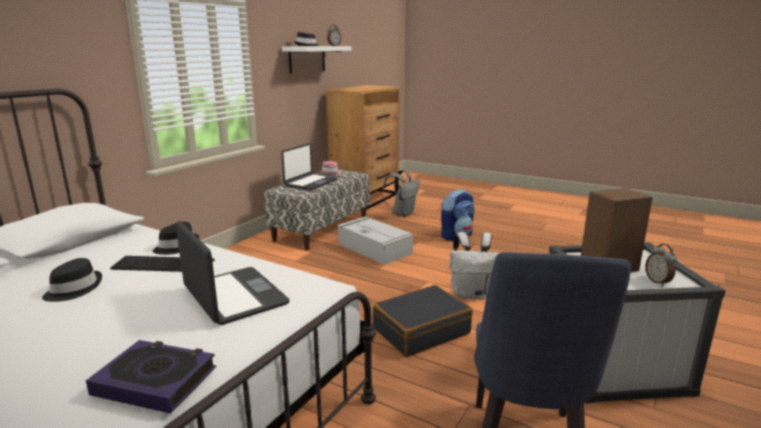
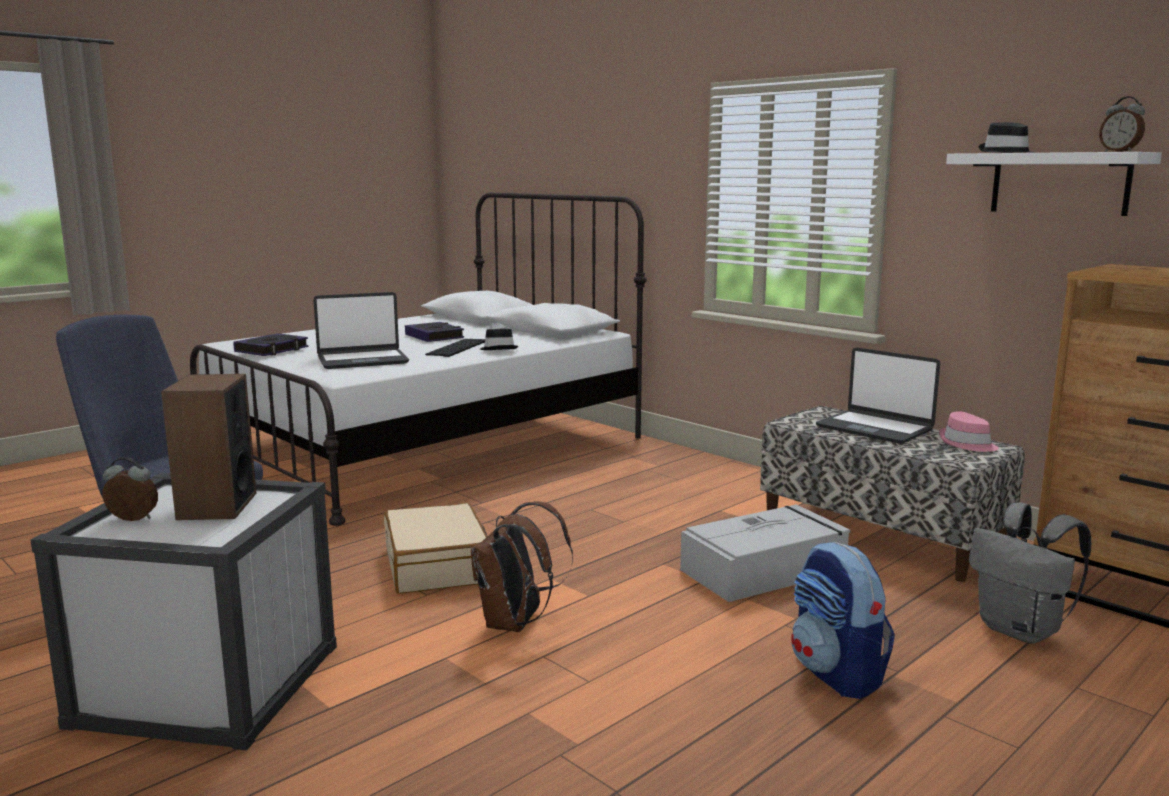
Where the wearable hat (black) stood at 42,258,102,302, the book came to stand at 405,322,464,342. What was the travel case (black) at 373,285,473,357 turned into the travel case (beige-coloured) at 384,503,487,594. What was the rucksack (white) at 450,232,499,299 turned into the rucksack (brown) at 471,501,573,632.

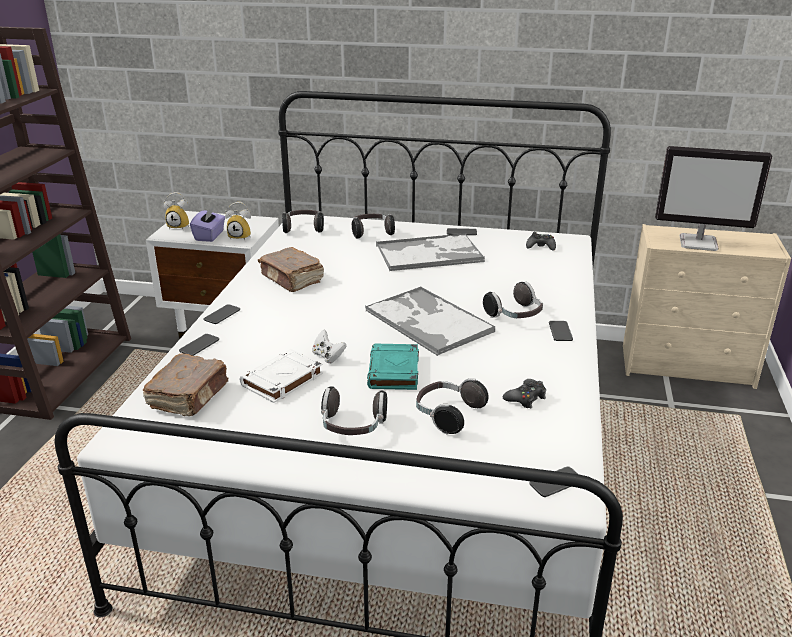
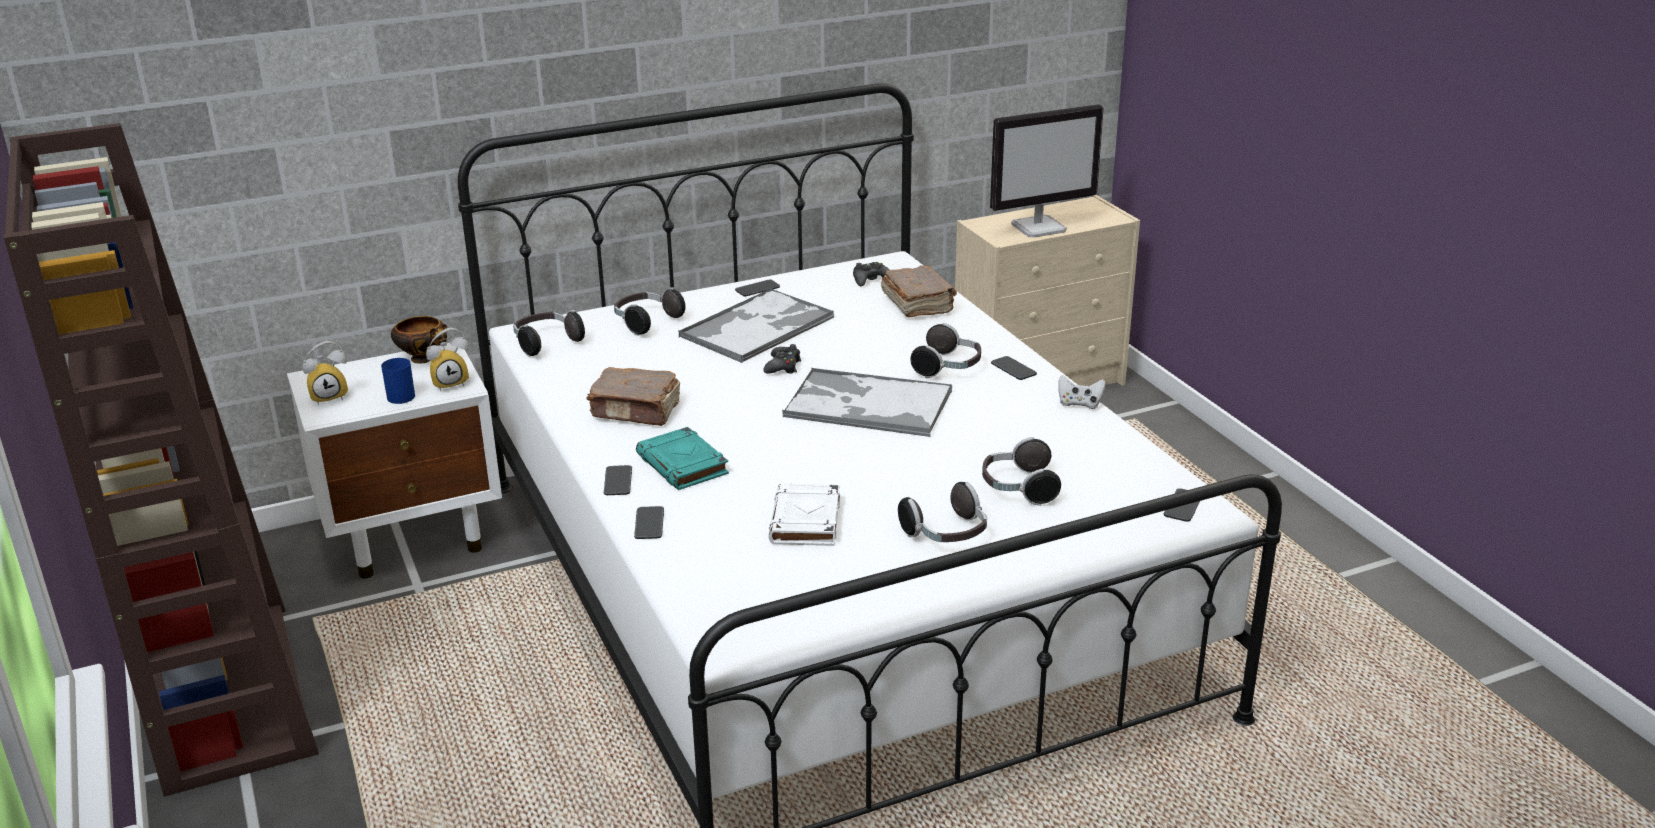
The second view gained the bowl at 391,316,447,364. The book (brown) ended up elsewhere, having gone from 142,353,228,416 to 881,265,957,317. The game controller (white) ended up elsewhere, having gone from 312,330,346,363 to 1058,375,1105,409. The book (turquoise-coloured) ended up elsewhere, having gone from 367,344,419,390 to 636,427,729,490. The game controller (black) ended up elsewhere, having gone from 503,379,546,408 to 763,344,801,374. Where the box of tissues (purple) stood at 190,207,225,242, the coffee mug (blue-coloured) came to stand at 381,358,415,404.

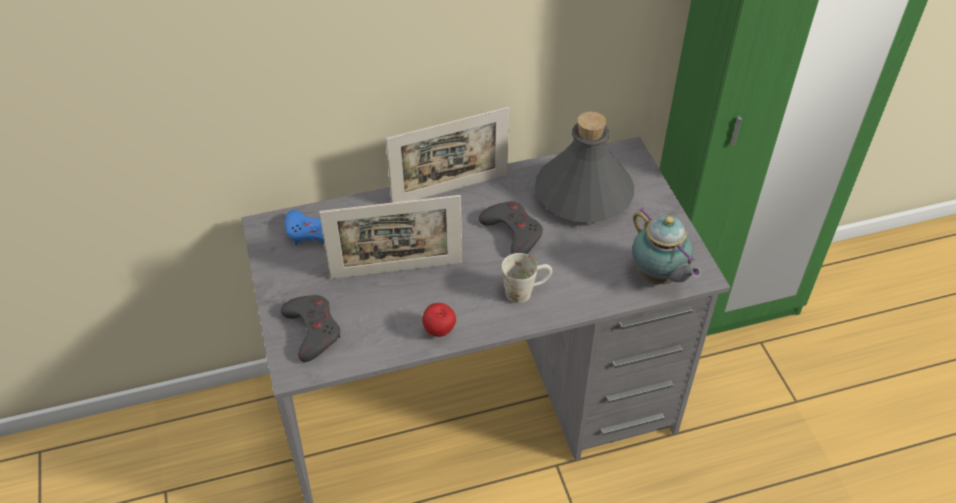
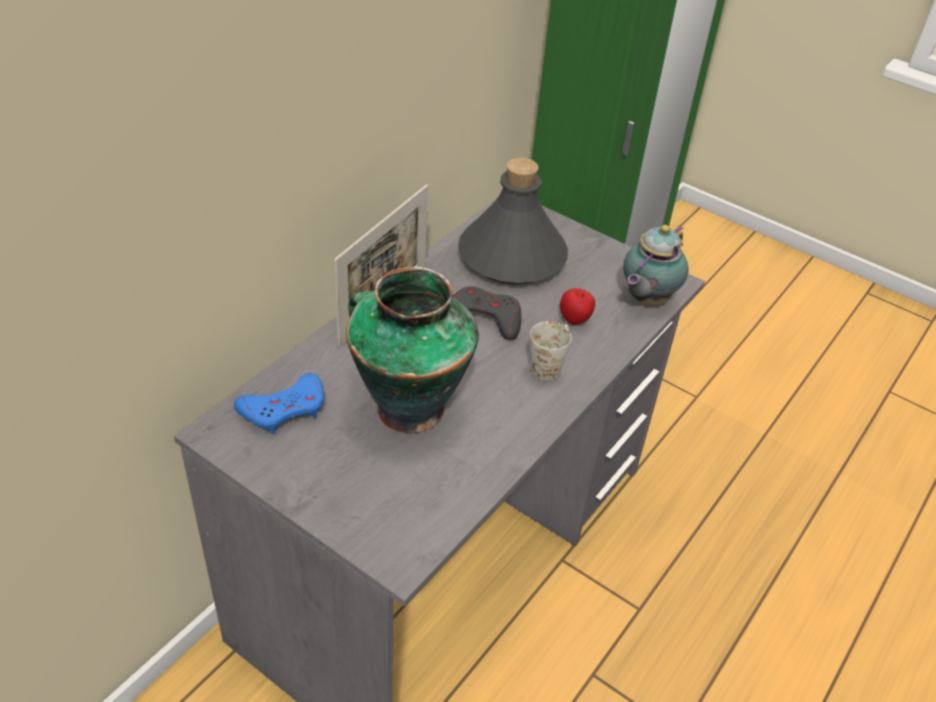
The second view lost the game controller (greyish) at 281,295,340,362. The whole apple ended up elsewhere, having gone from 422,303,456,337 to 560,288,595,325. Where the standing frame stood at 319,195,462,279, the vase came to stand at 346,267,479,433. The pot for tea at 632,208,701,285 ended up facing another way, 105 degrees clockwise from before.

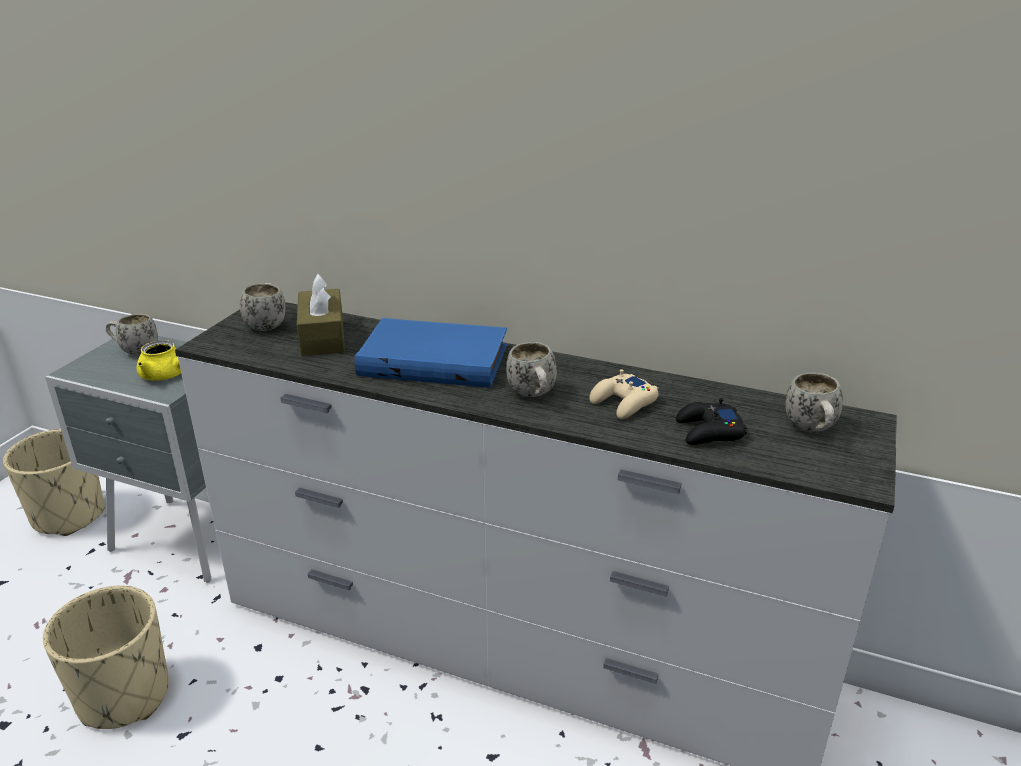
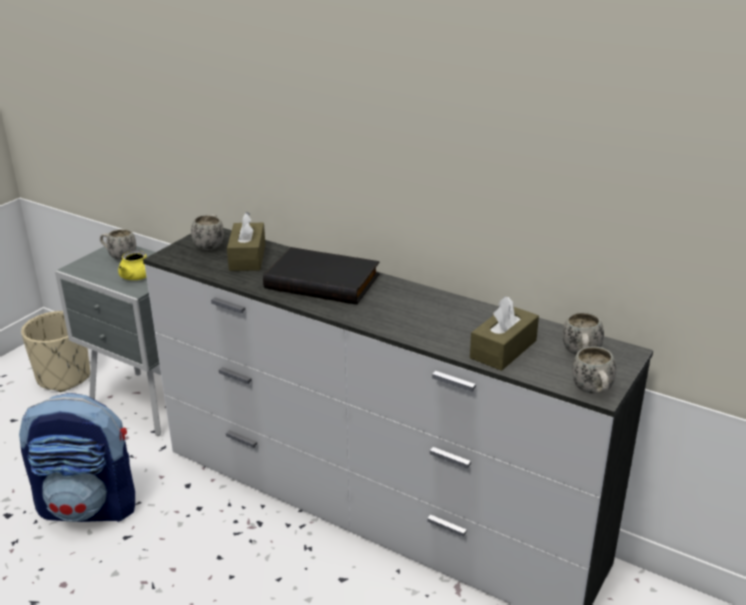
The second view lost the game controller (beige-coloured) at 589,369,659,419. The coffee mug (white) ended up elsewhere, having gone from 506,342,557,397 to 572,346,616,394. Where the plant pot (beige-coloured) stood at 43,586,169,729, the rucksack came to stand at 19,393,135,522. Where the game controller (black) stood at 676,398,747,445, the box of tissues (brown) came to stand at 470,296,539,371. What was the book (blue-coloured) at 355,318,507,388 turned into the book (black) at 263,247,380,305.

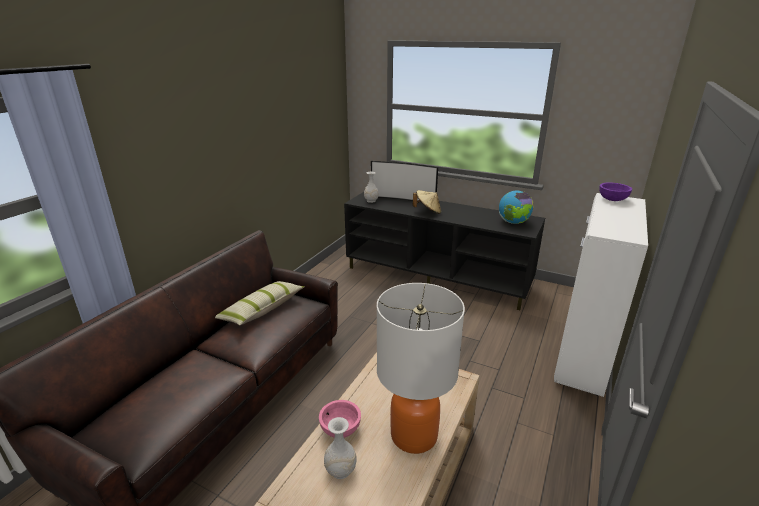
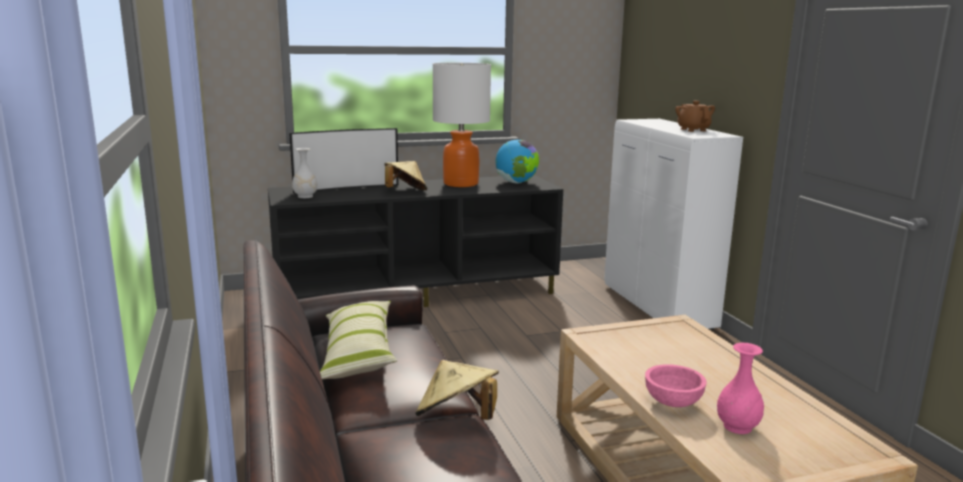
The second view lost the bowl (purple) at 599,183,632,201. The second view gained the wearable hat (beige-coloured) at 415,360,499,420. The second view gained the pot for tea (brown) at 675,101,715,132. The lamp for a table ended up elsewhere, having gone from 377,283,465,454 to 433,63,491,187. What was the vase (white) at 324,417,357,479 turned into the vase (pink) at 717,343,764,434.

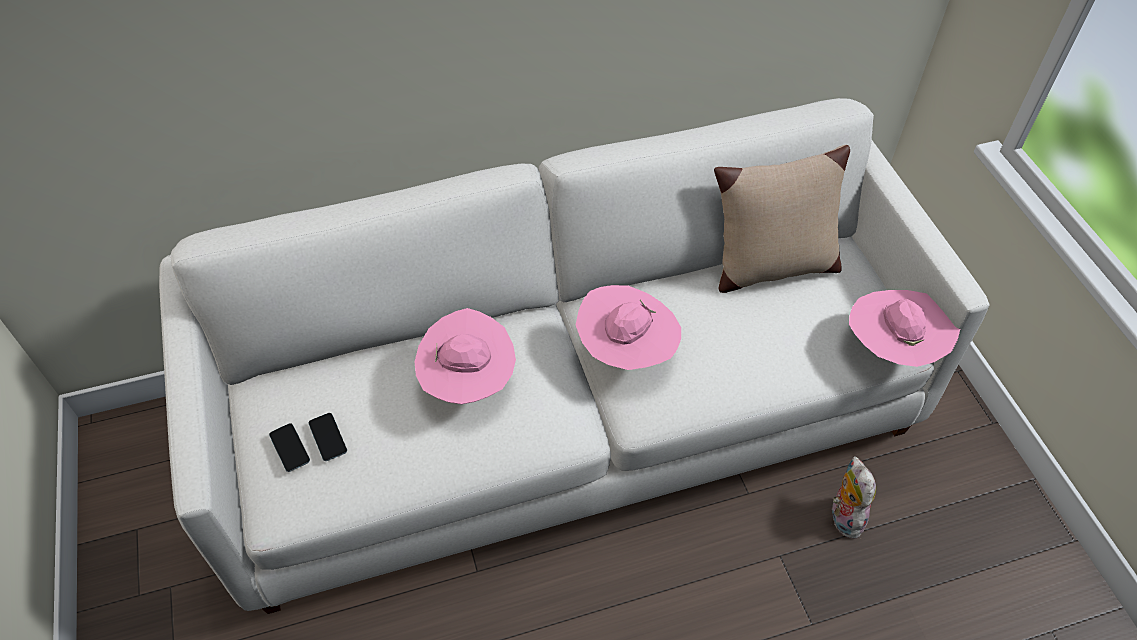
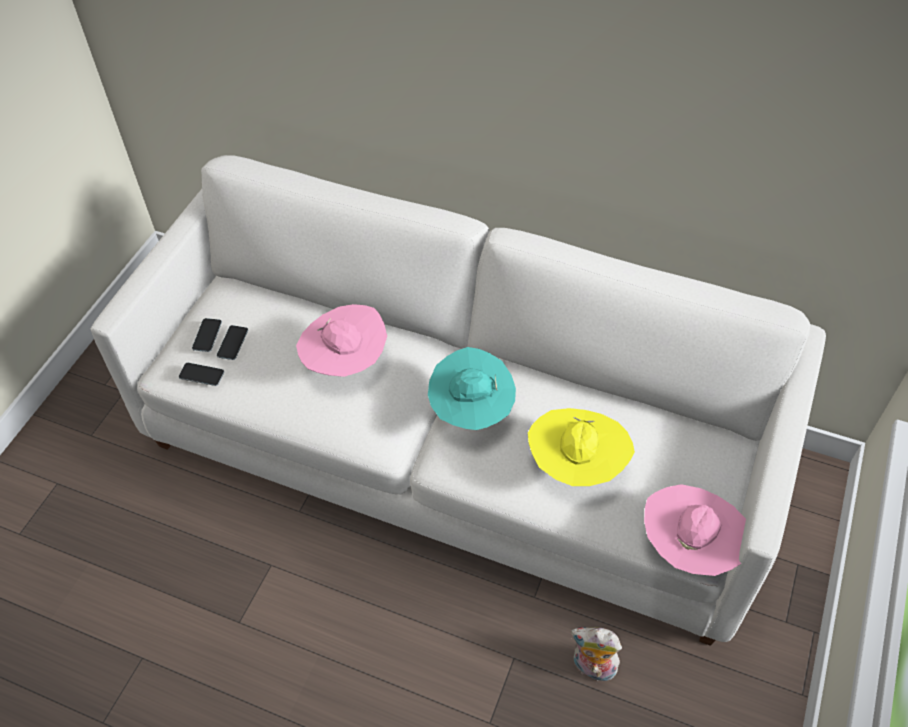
The second view lost the pillow (beige-coloured) at 714,145,850,293. The second view gained the phone at 179,363,224,386. The second view gained the wearable hat (yellow-coloured) at 528,408,635,486. What was the wearable hat (pink) at 576,285,681,370 turned into the wearable hat (turquoise-coloured) at 428,347,516,430. The soft toy at 832,456,876,539 ended up facing another way, 105 degrees counterclockwise from before.

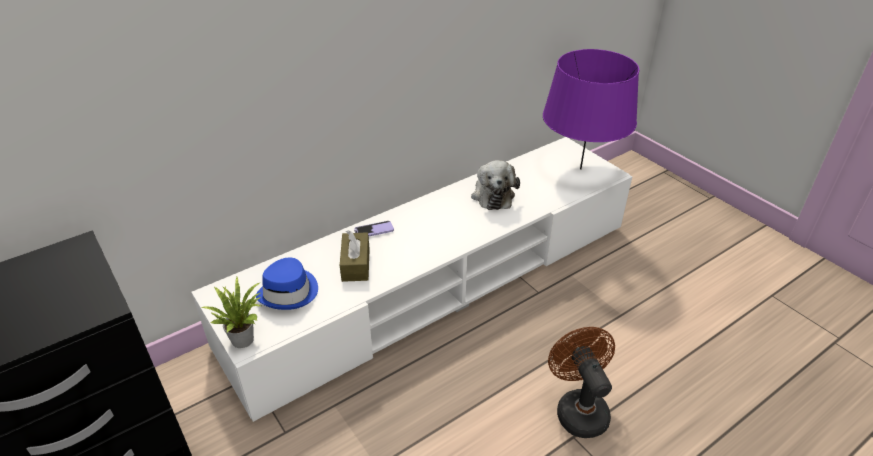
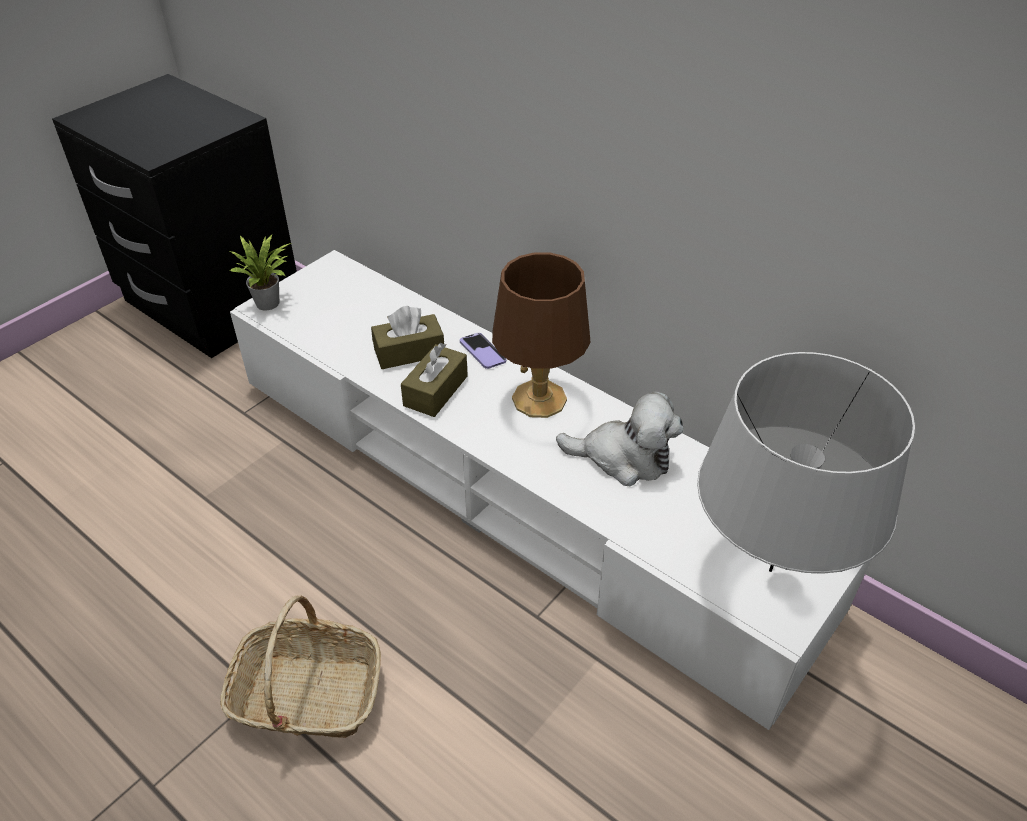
The second view lost the wearable hat (blue-coloured) at 256,258,318,310. The second view gained the box of tissues (brown) at 401,343,468,417. The second view gained the lamp for a table (brown) at 492,252,591,418. Where the cooling fan (brown) stood at 548,327,615,438, the basket came to stand at 220,595,381,738. What was the lamp for a table (purple) at 543,49,639,170 turned into the lamp for a table (greyish) at 697,352,915,574. The soft toy at 471,160,520,210 ended up facing another way, 150 degrees counterclockwise from before.

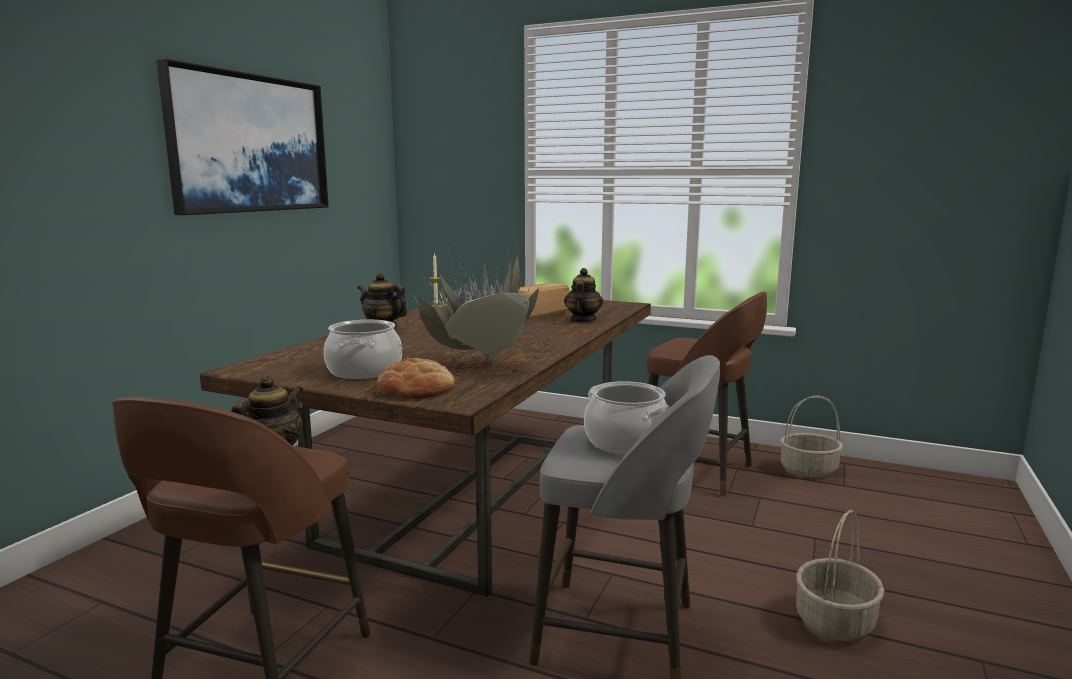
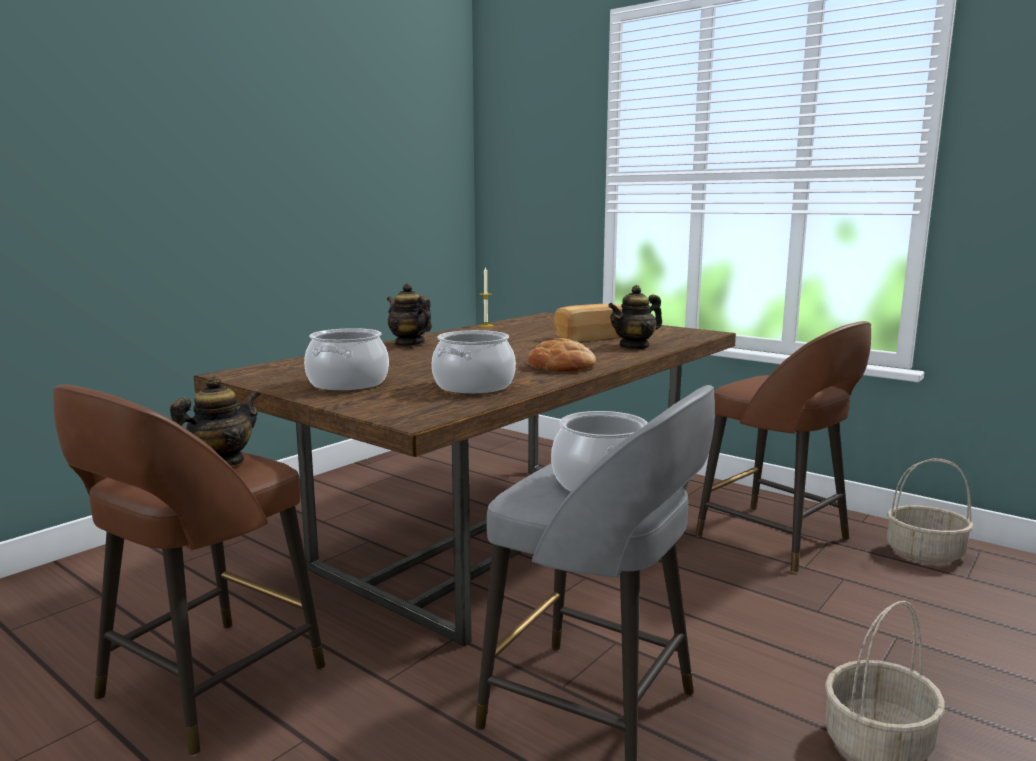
The second view lost the wall art at 156,58,329,215. The bakery bread ended up elsewhere, having gone from 377,358,455,399 to 528,338,596,372. Where the potted plant stood at 413,239,543,363, the cooking pot came to stand at 432,330,516,394. The pot for tea at 564,268,603,322 ended up facing another way, 150 degrees counterclockwise from before.

